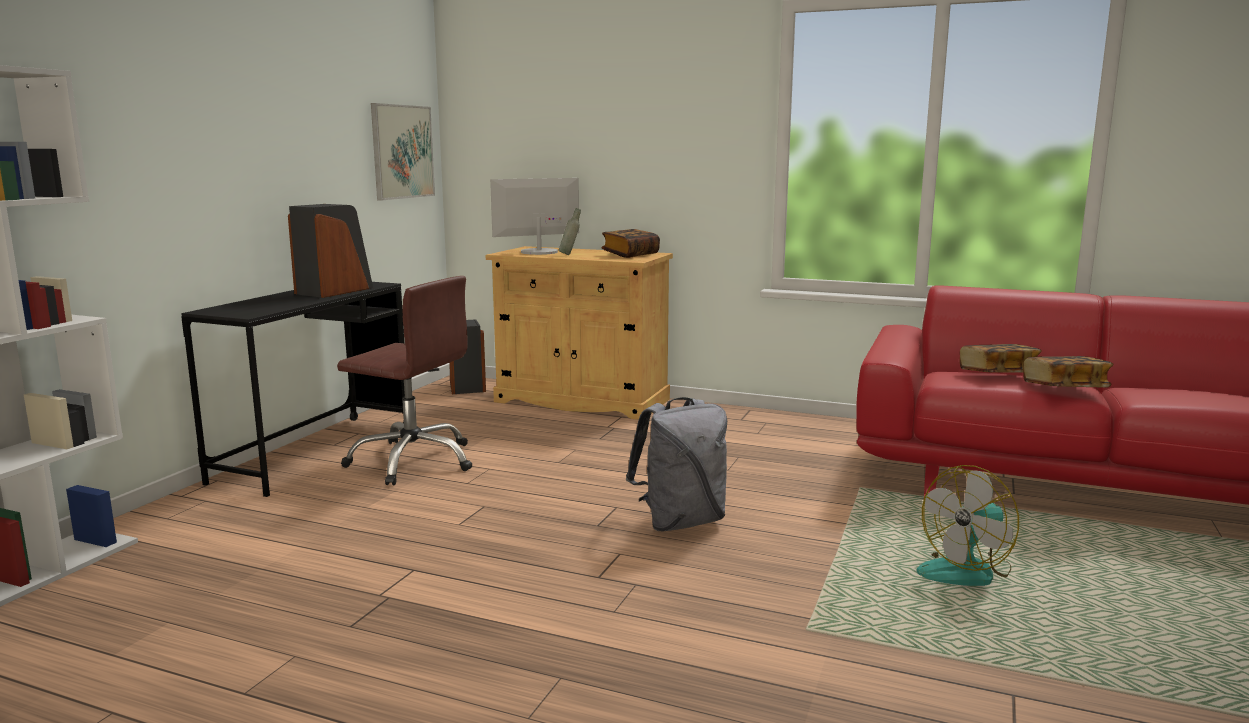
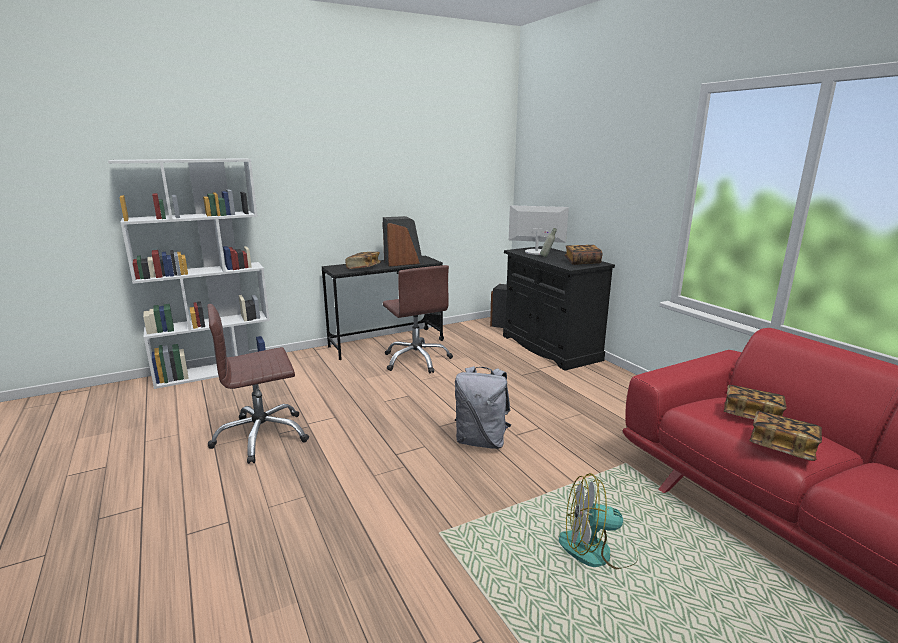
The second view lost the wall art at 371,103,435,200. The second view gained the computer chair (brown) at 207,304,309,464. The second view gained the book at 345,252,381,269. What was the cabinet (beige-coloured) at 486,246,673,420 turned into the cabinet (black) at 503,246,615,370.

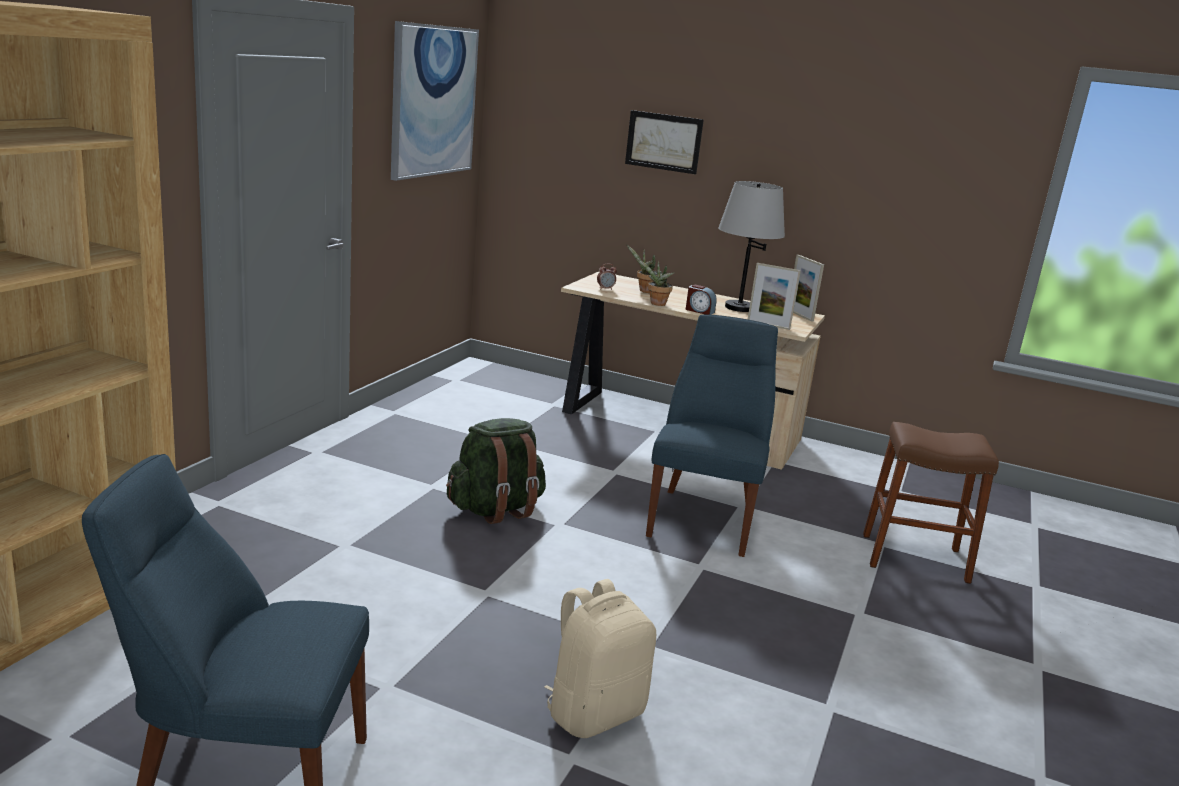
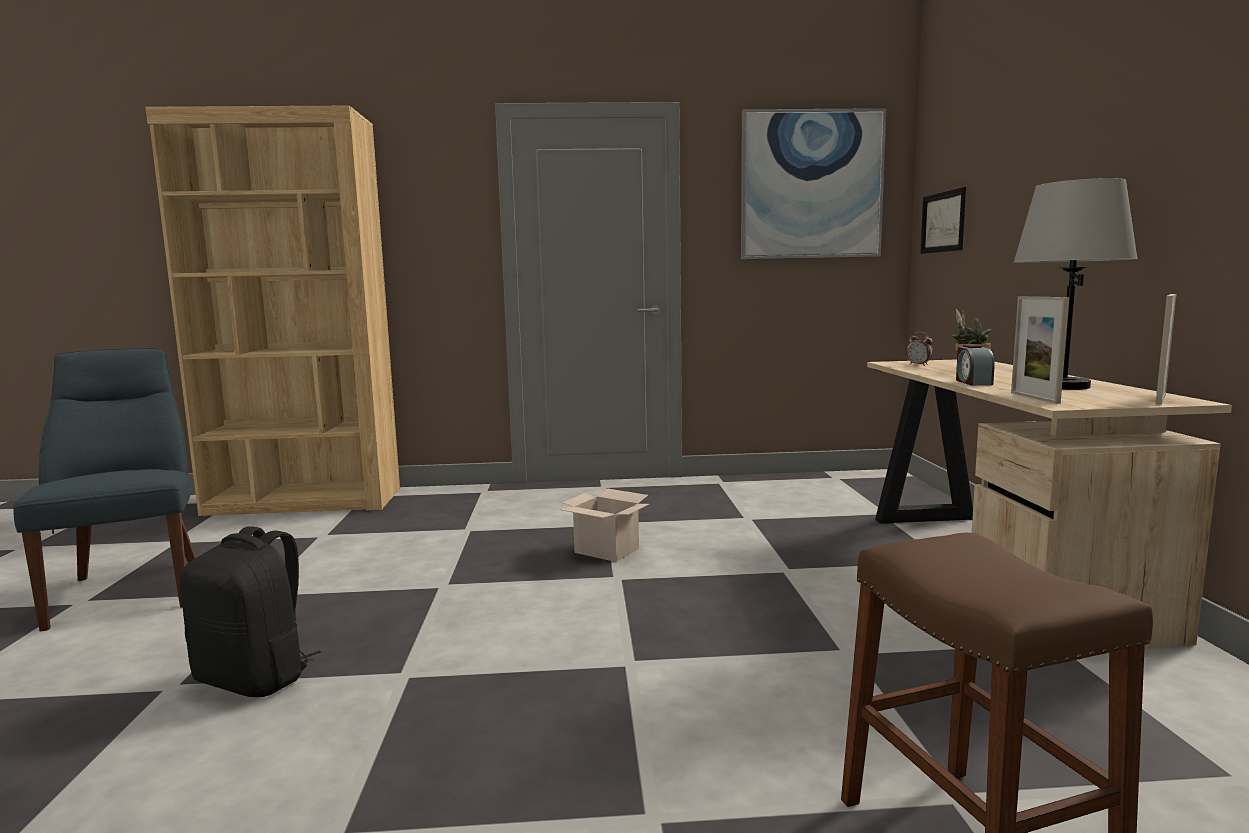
The second view lost the potted plant at 636,258,674,306. The second view lost the plain chair (blue-coloured) at 646,314,778,557. The wall art ended up elsewhere, having gone from 625,110,704,174 to 920,187,966,254. Where the rucksack (greenish) stood at 446,418,546,524, the cardboard box came to stand at 561,489,649,562. What was the rucksack (beige-coloured) at 544,579,656,738 turned into the rucksack (black) at 180,526,321,697.

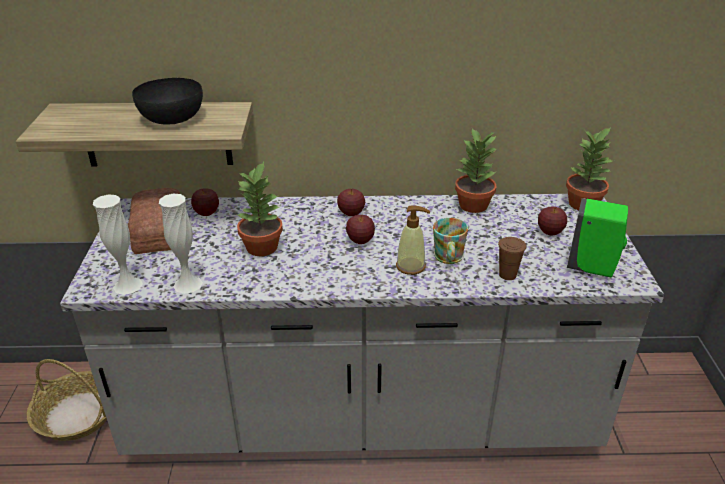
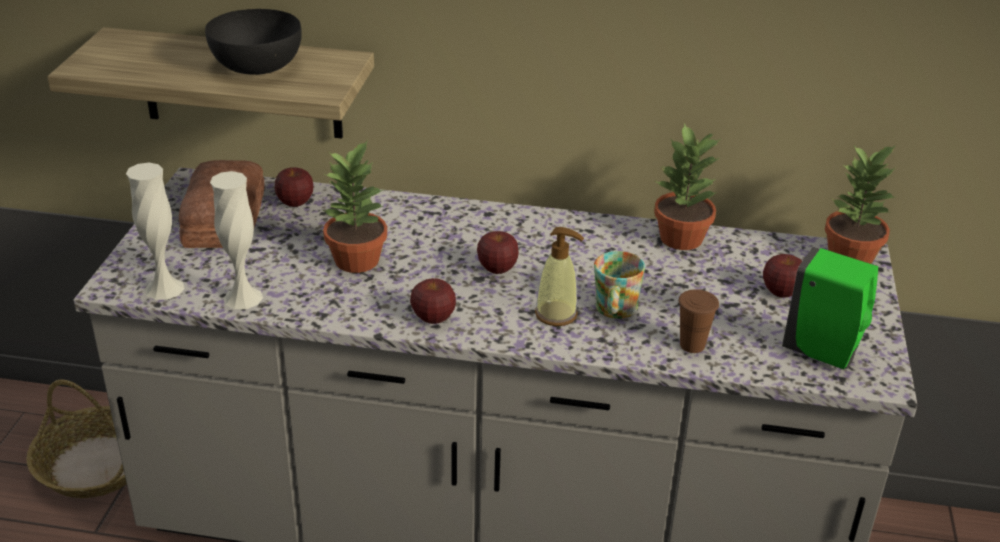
The whole apple ended up elsewhere, having gone from 337,189,365,216 to 410,278,456,324.

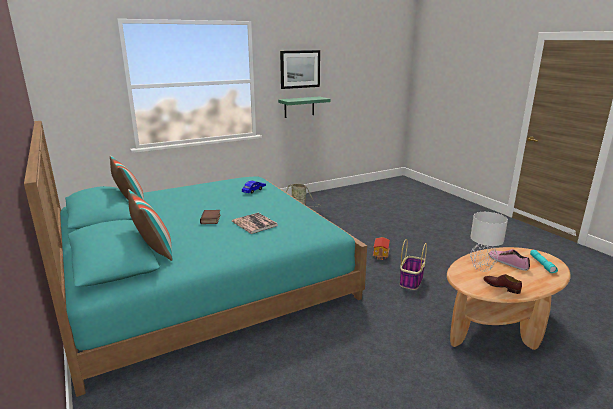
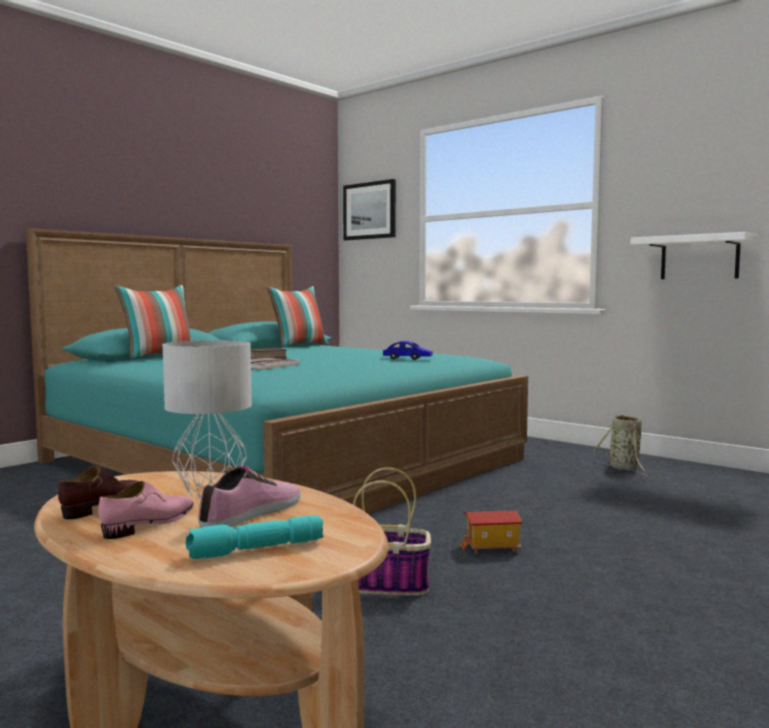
The second view gained the low shoe (pink) at 98,481,194,539. The wall art ended up elsewhere, having gone from 280,50,320,89 to 343,179,396,240. What was the wall shelf (greenish) at 278,97,330,118 turned into the wall shelf (white) at 631,232,758,279.

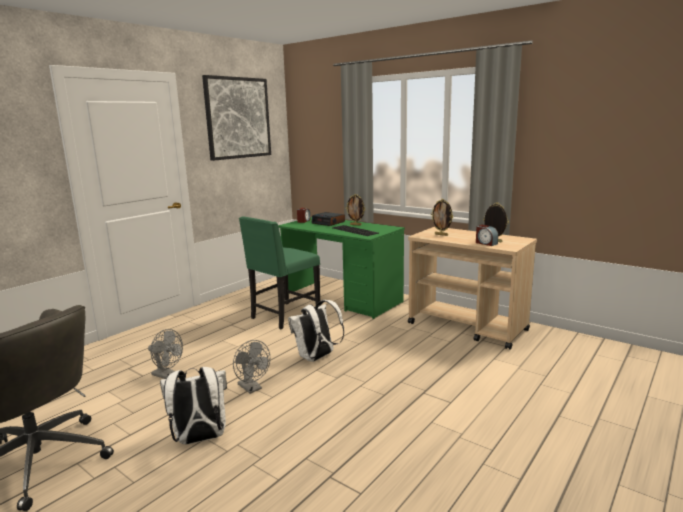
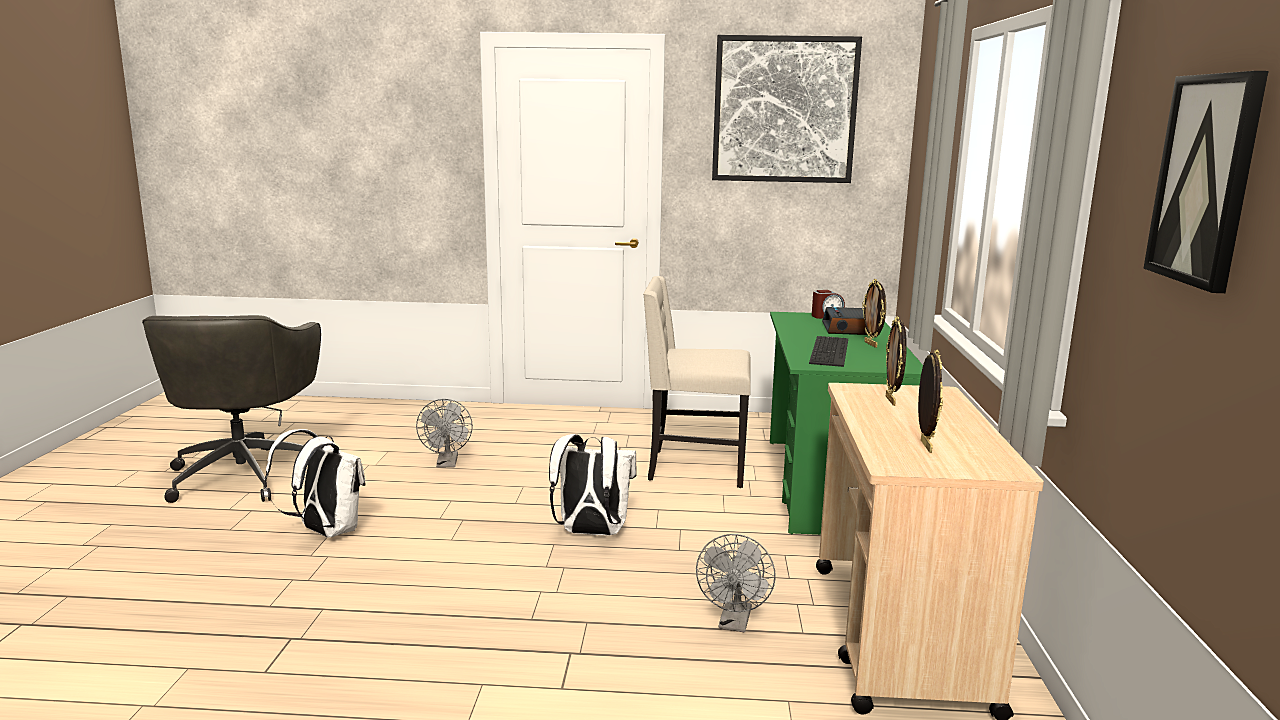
The second view lost the alarm clock at 476,225,498,246. The second view gained the wall art at 1143,71,1269,293. The cooling fan (greyish) ended up elsewhere, having gone from 233,340,270,394 to 696,534,776,632. What was the plain chair (greenish) at 239,216,320,330 turned into the plain chair (beige-coloured) at 643,276,751,488.

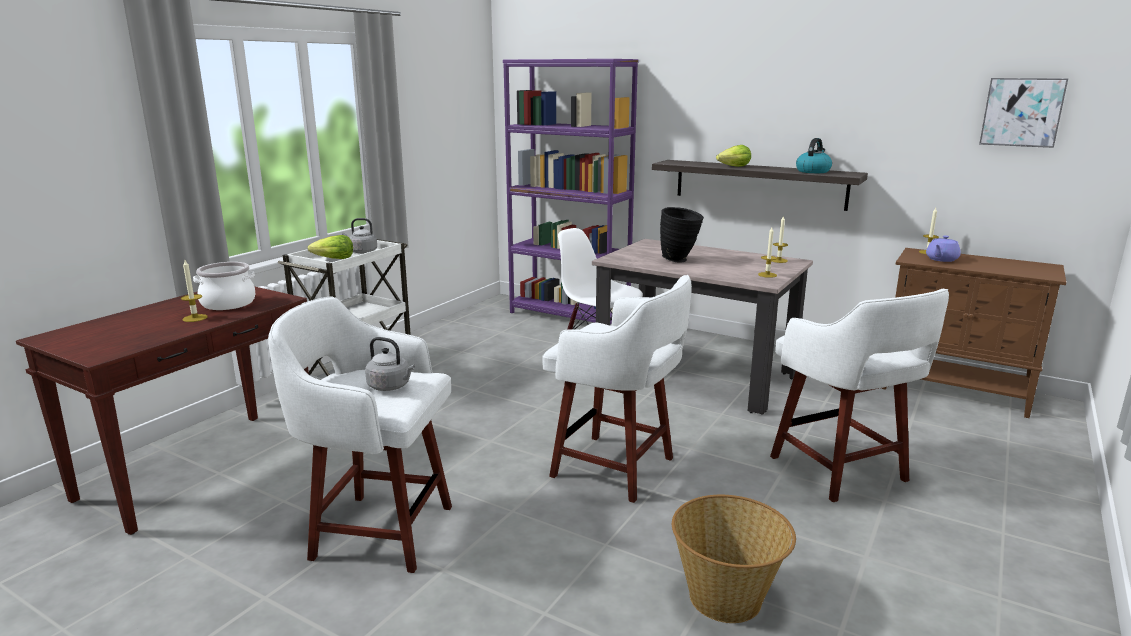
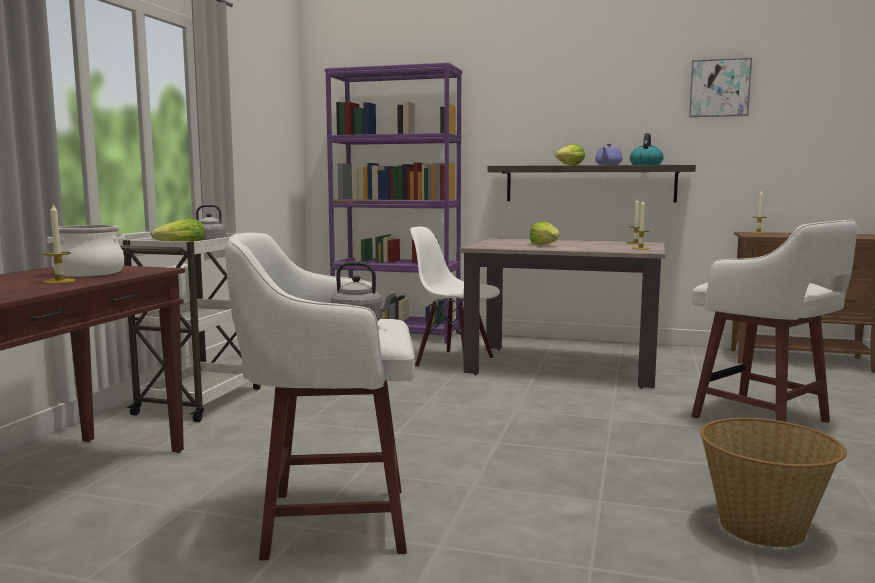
The second view lost the sitting stool (white) at 542,275,692,503. The pot for tea (purple) ended up elsewhere, having gone from 926,235,961,262 to 595,144,623,165. The wall art ended up elsewhere, having gone from 979,78,1068,148 to 689,58,752,117. Where the vase (black) stood at 660,207,704,263, the lettuce came to stand at 530,221,559,245.

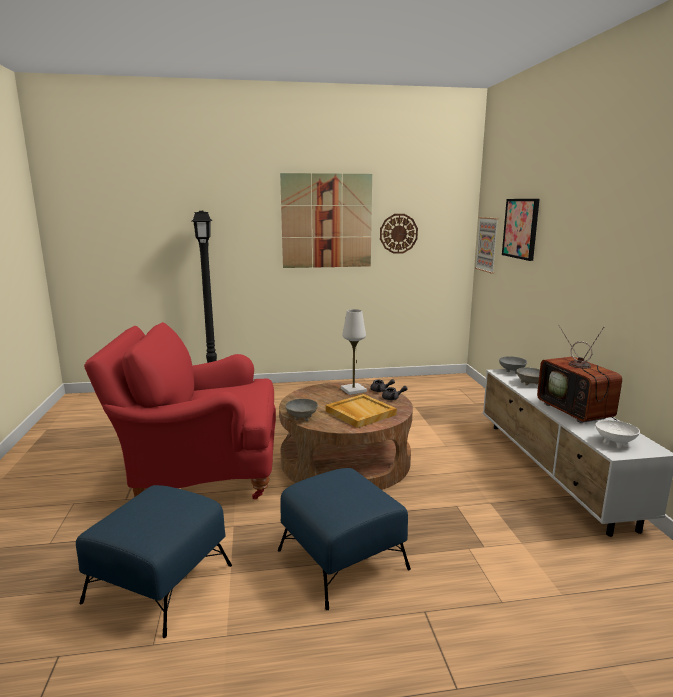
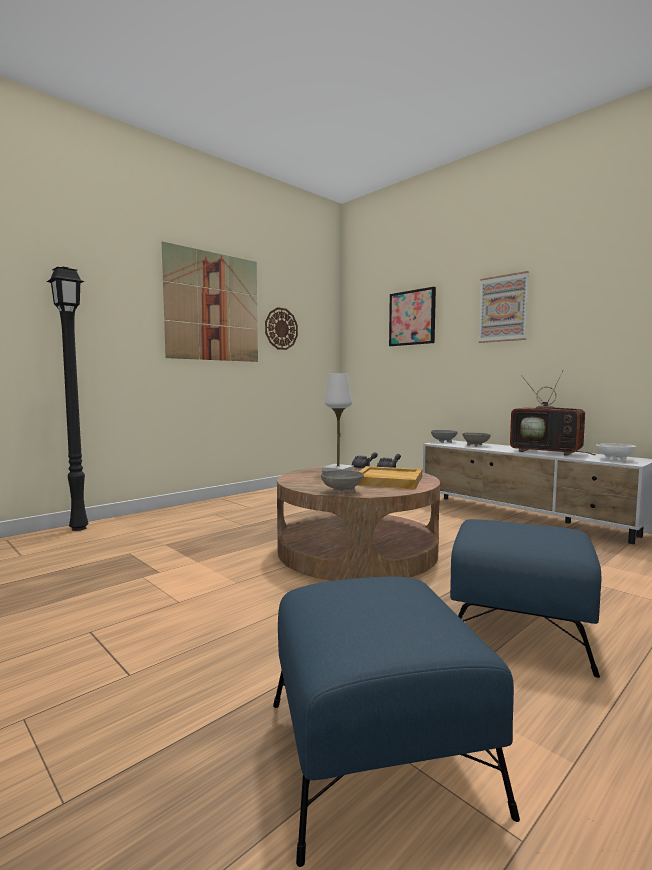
The second view lost the lounge chair (red) at 84,322,276,500. The wall art ended up elsewhere, having gone from 475,217,499,274 to 478,271,529,343.

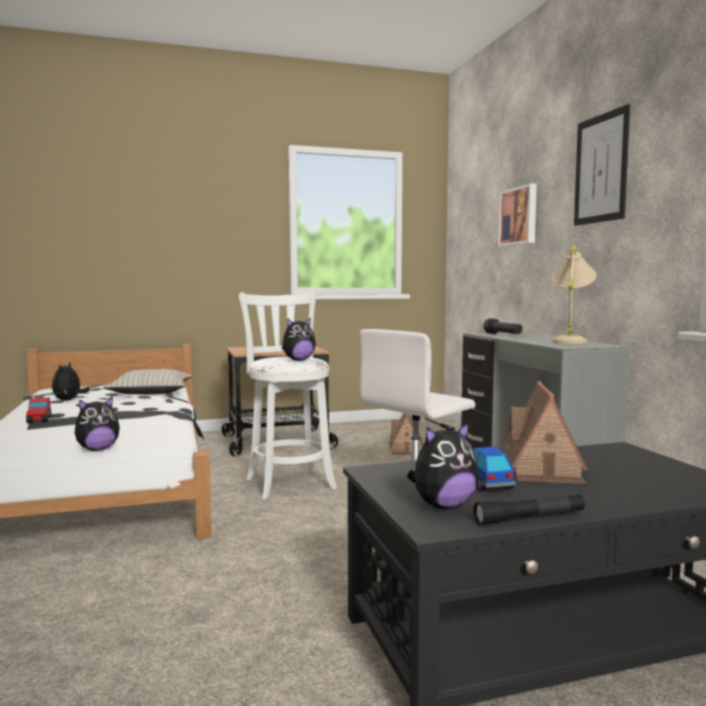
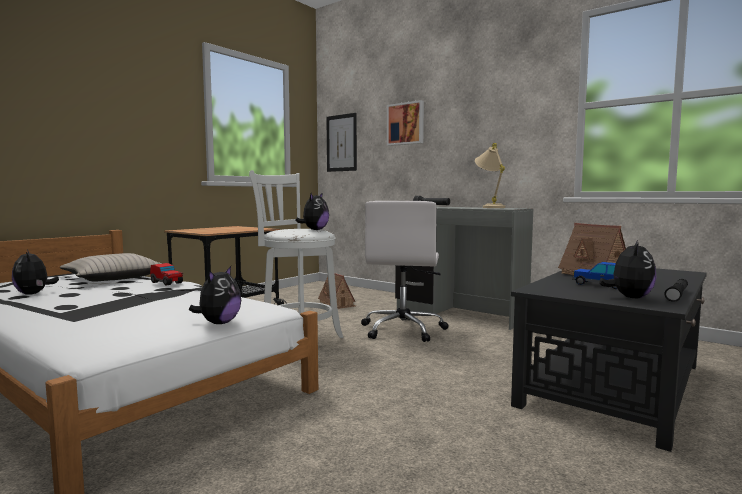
The toy car ended up elsewhere, having gone from 26,397,51,423 to 150,263,183,285. The wall art ended up elsewhere, having gone from 574,104,630,226 to 326,113,357,172.

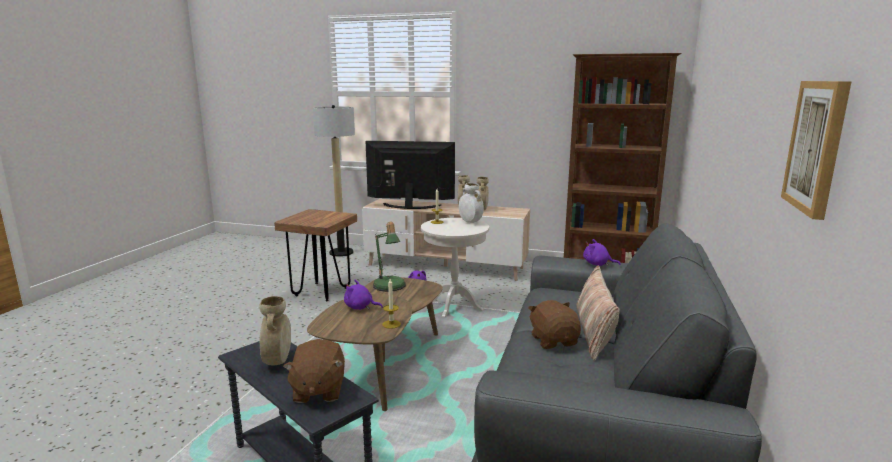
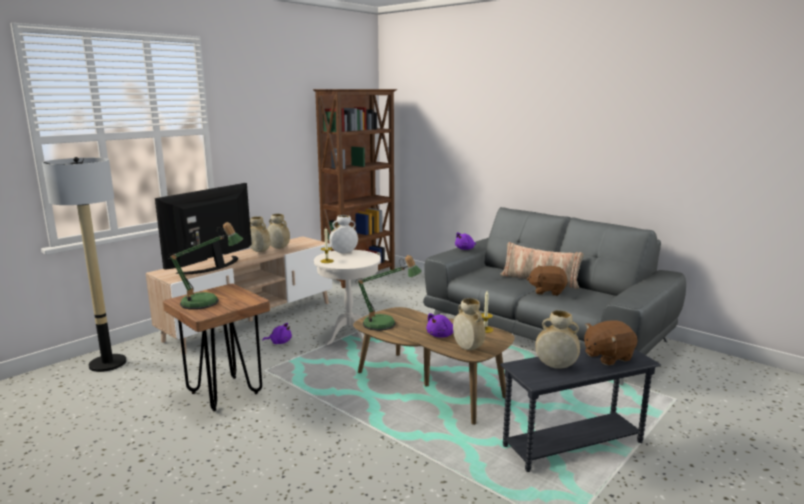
The second view lost the wall art at 781,81,852,220. The second view gained the lamp for a table at 167,222,243,310. The second view gained the vase (beige-coloured) at 453,298,486,350. The soft toy (brown) at 283,339,345,403 ended up facing another way, 135 degrees clockwise from before.

